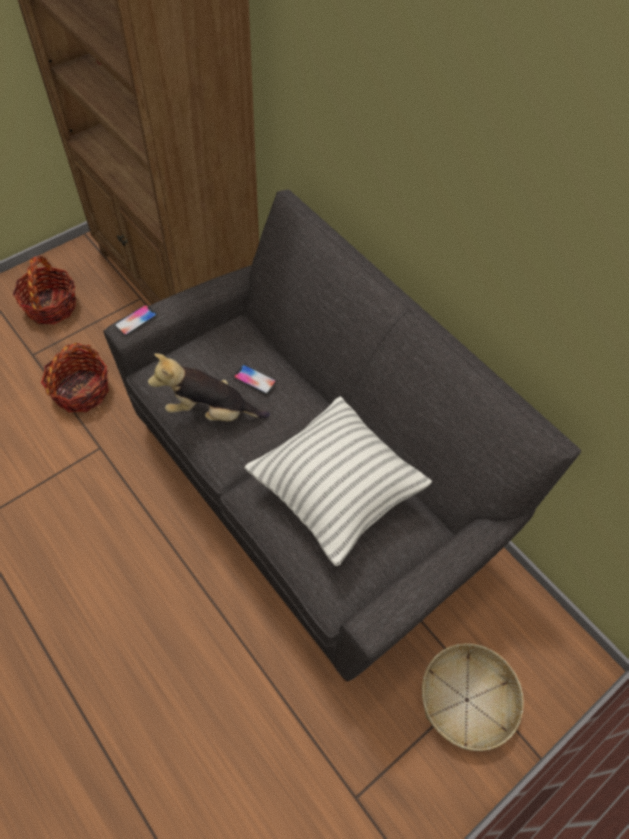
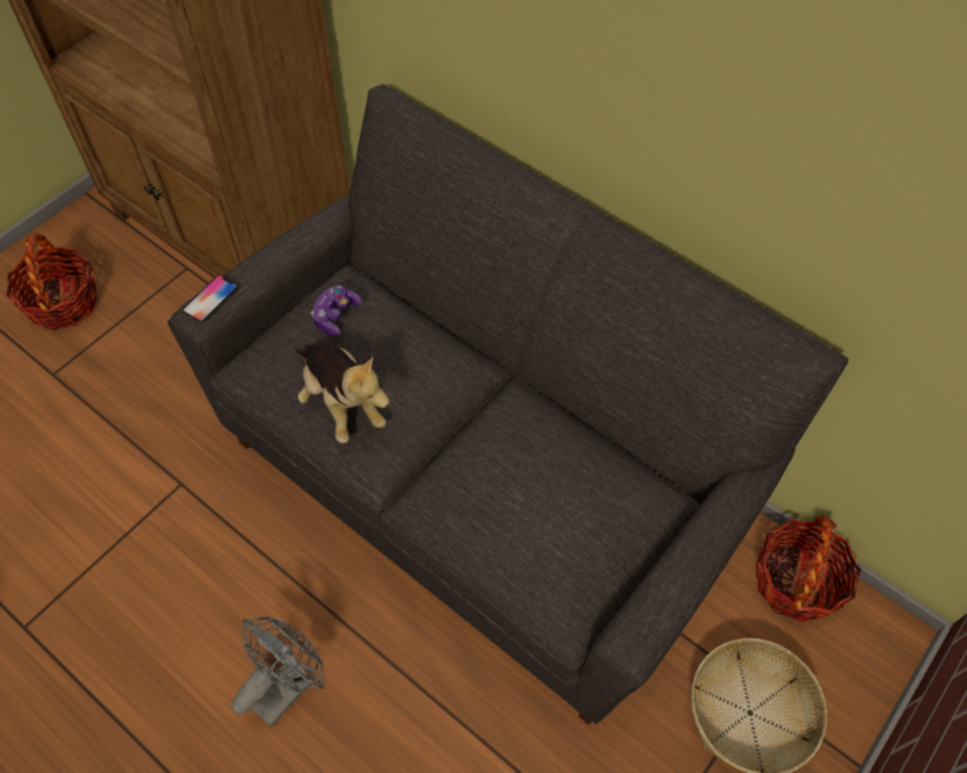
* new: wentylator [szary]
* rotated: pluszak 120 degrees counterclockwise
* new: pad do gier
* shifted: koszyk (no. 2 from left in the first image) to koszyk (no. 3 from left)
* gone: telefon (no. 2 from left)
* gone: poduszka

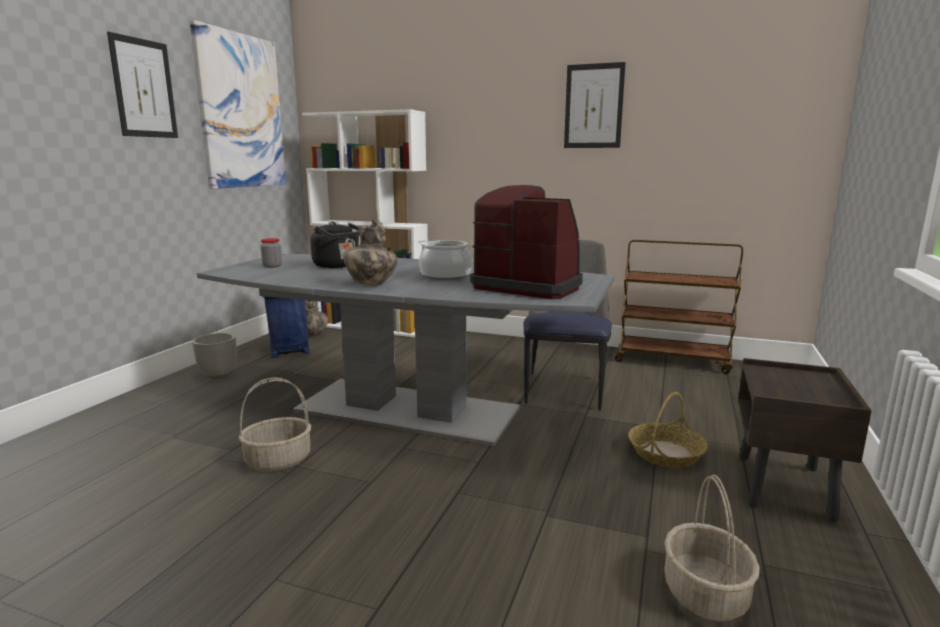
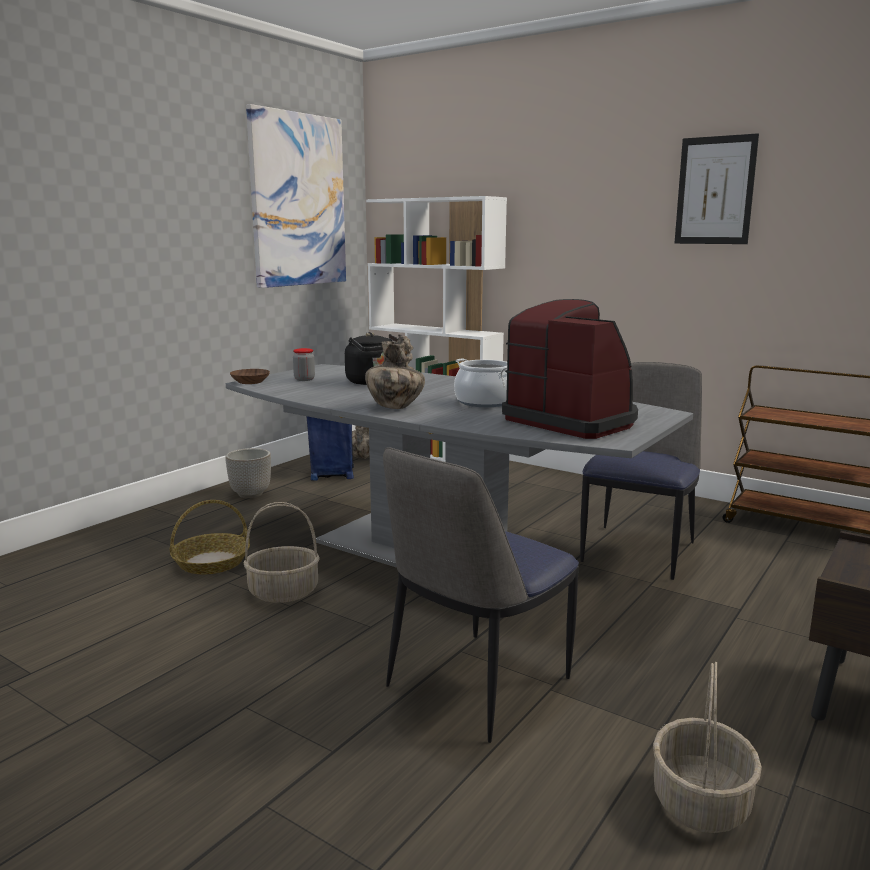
* shifted: koszyk (no. 2 from left in the first image) to koszyk (no. 1 from left)
* new: miska [brązowy]
* new: krzesło (no. 1 from left)
* gone: obraz (no. 1 from left)

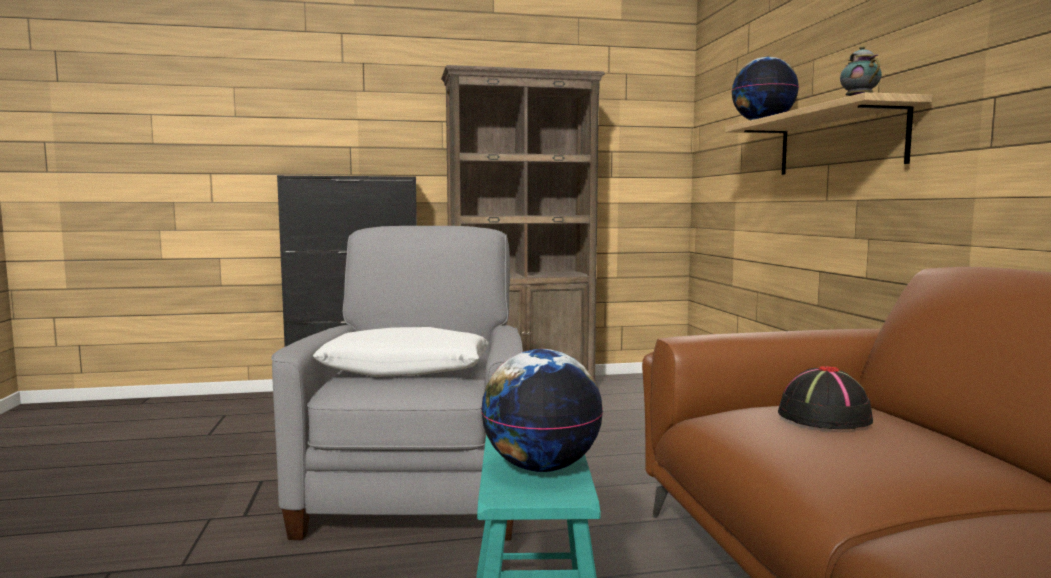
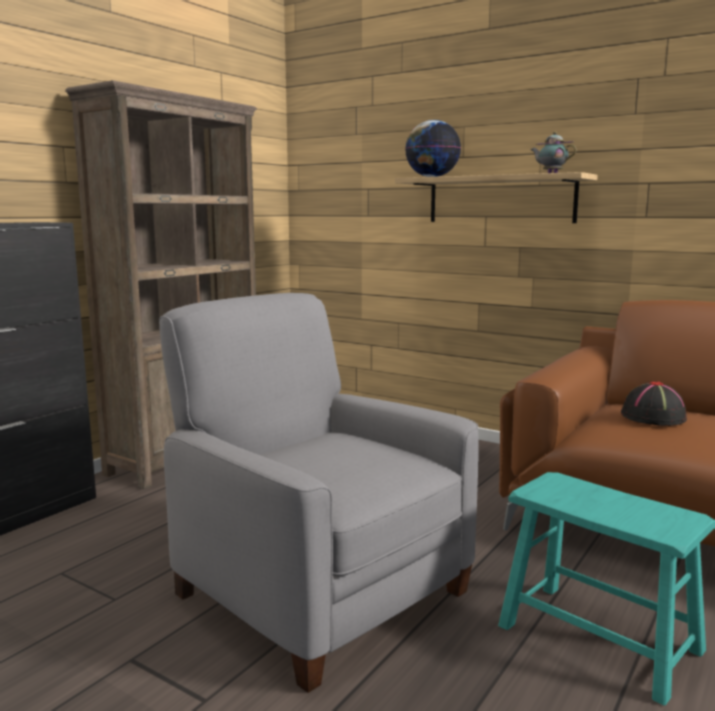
* gone: poduszka [biały]
* gone: globus (no. 1 from left)

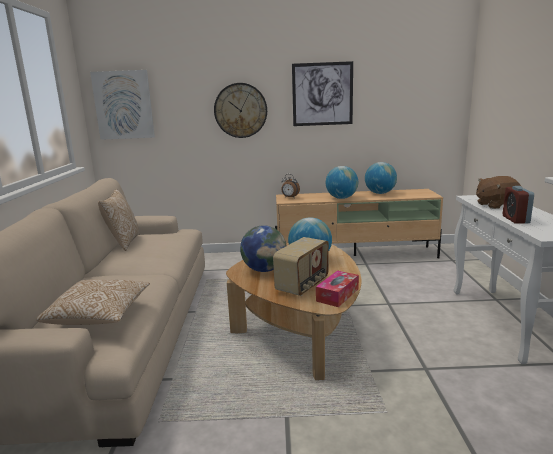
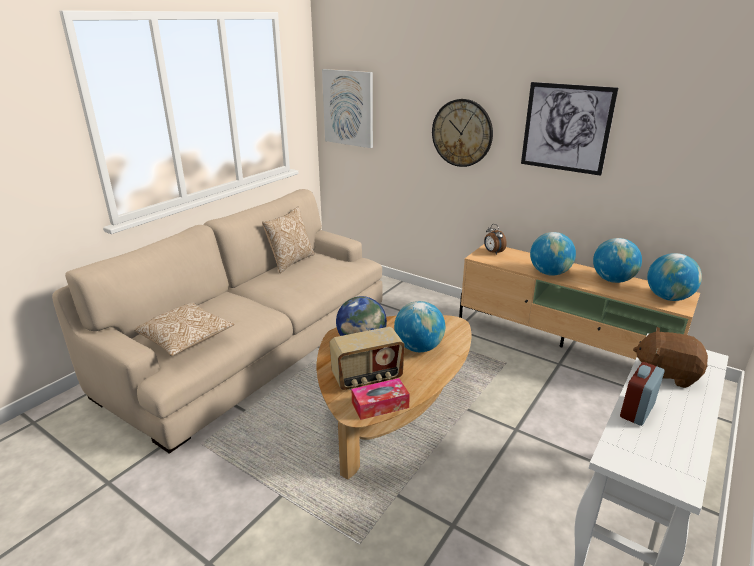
* new: globus (no. 5 from left)

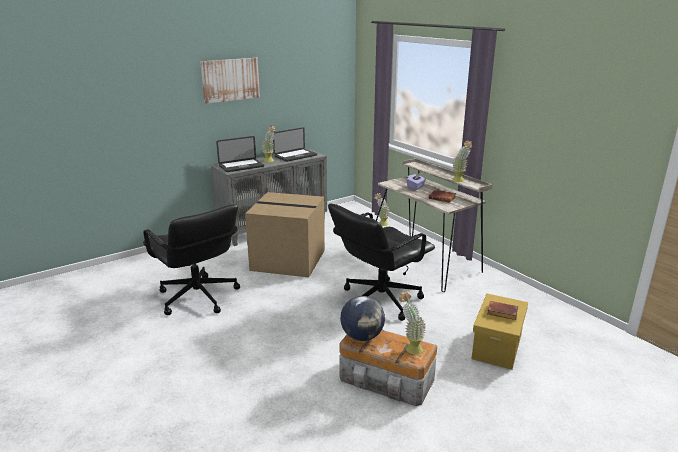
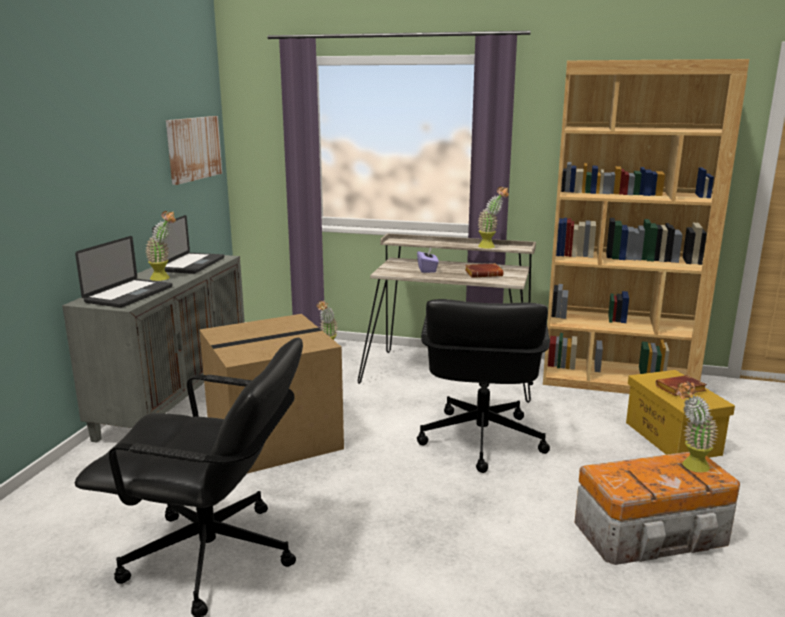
* shifted: obraz
* new: regał [brązowy]
* gone: globus

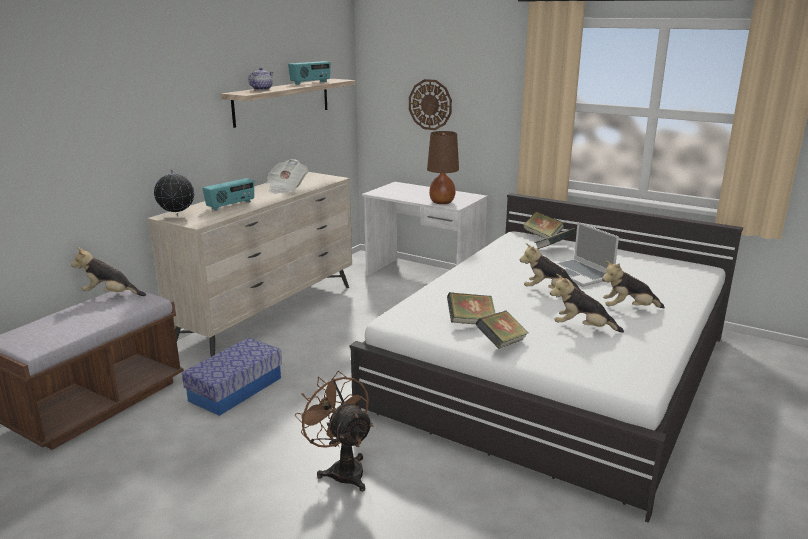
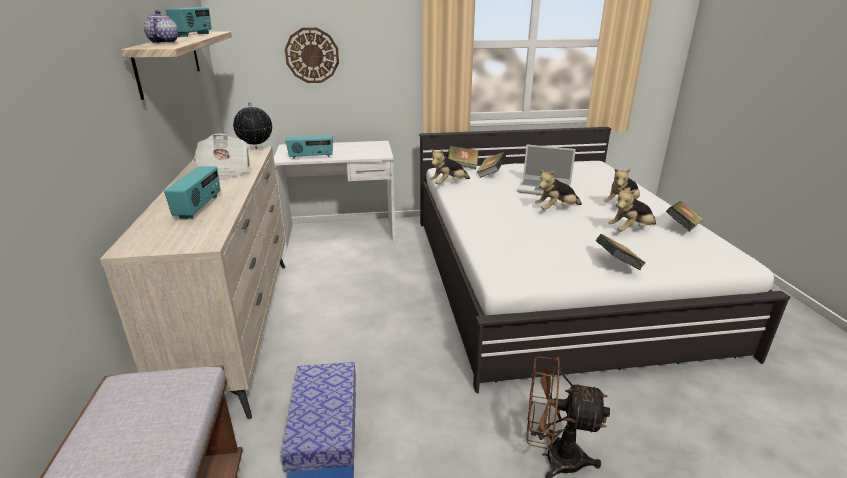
* shifted: globus
* new: radio (no. 3 from left)
* shifted: pluszak (no. 1 from left)
* shifted: książka (no. 1 from left in the first image) to książka (no. 4 from left)
* gone: lampa stołowa [brązowy]

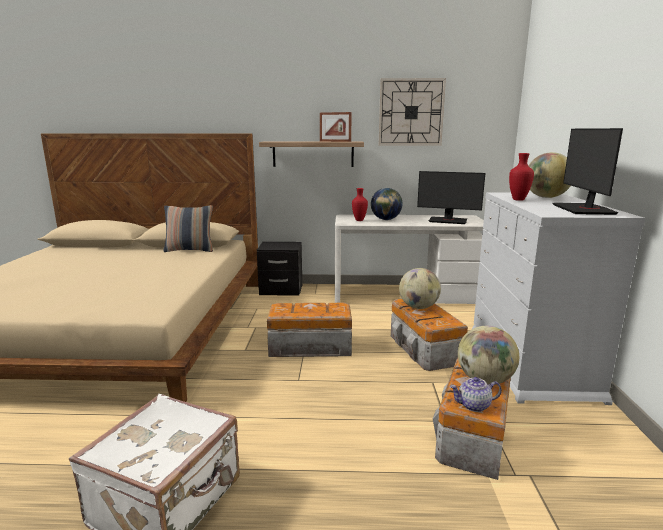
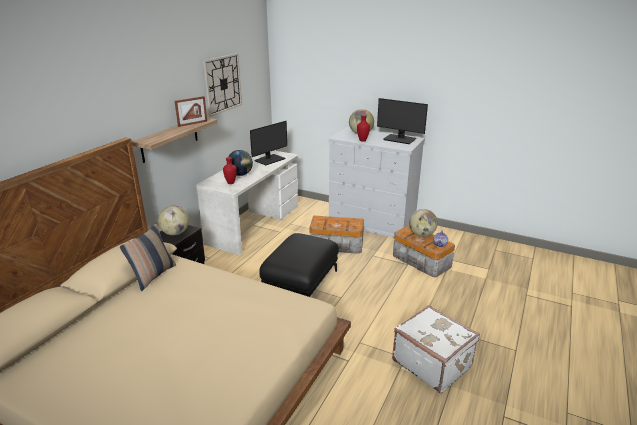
* shifted: globus (no. 2 from left in the first image) to globus (no. 1 from left)
* swapped: pojemnik do przechowywania (no. 1 from left) to pufa [czarny]

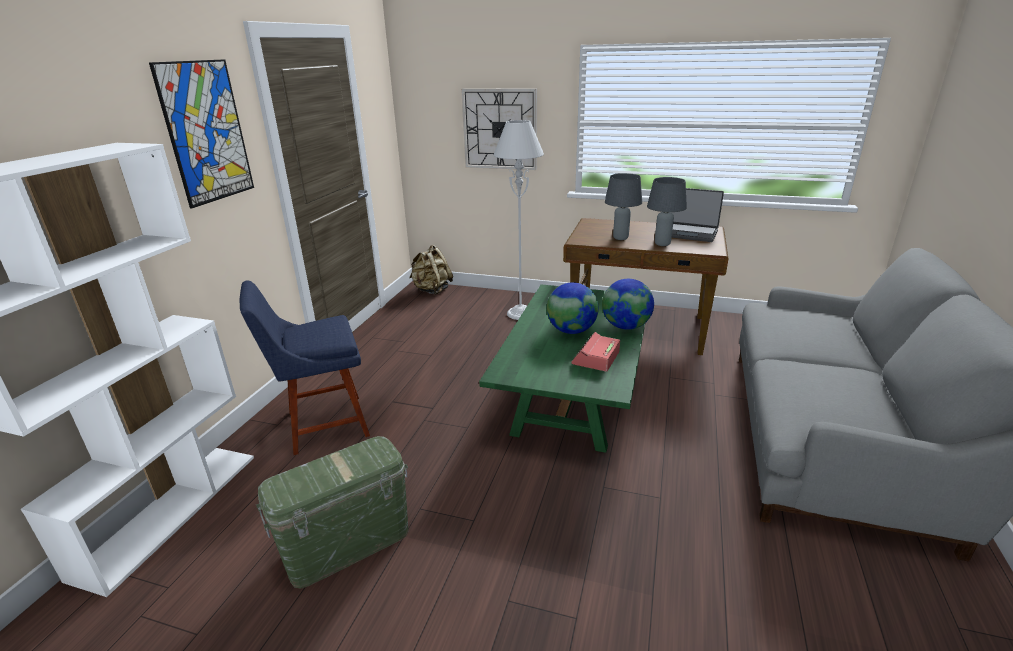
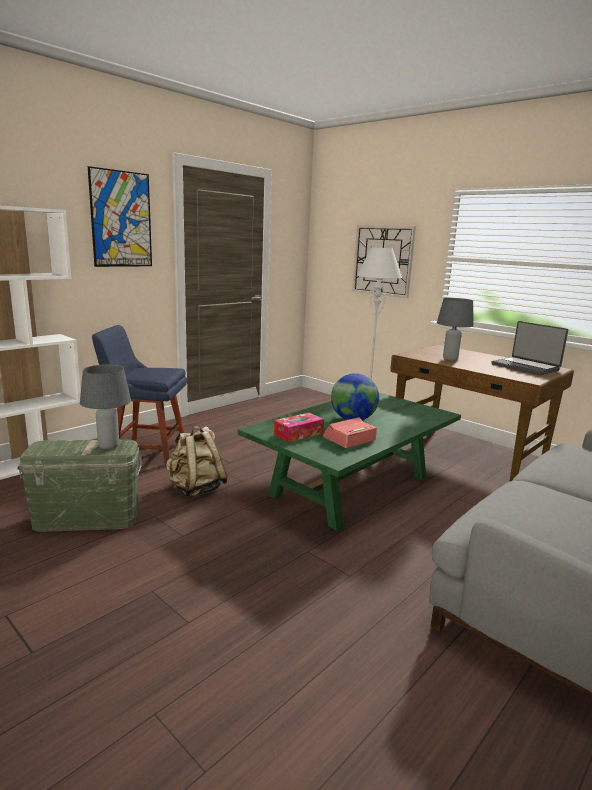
* shifted: lampa stołowa [szary] (no. 2 from left in the first image) to lampa stołowa [szary] (no. 1 from left)
* shifted: plecak [beżowy]
* new: pudełko chusteczek
* gone: globus (no. 2 from left)

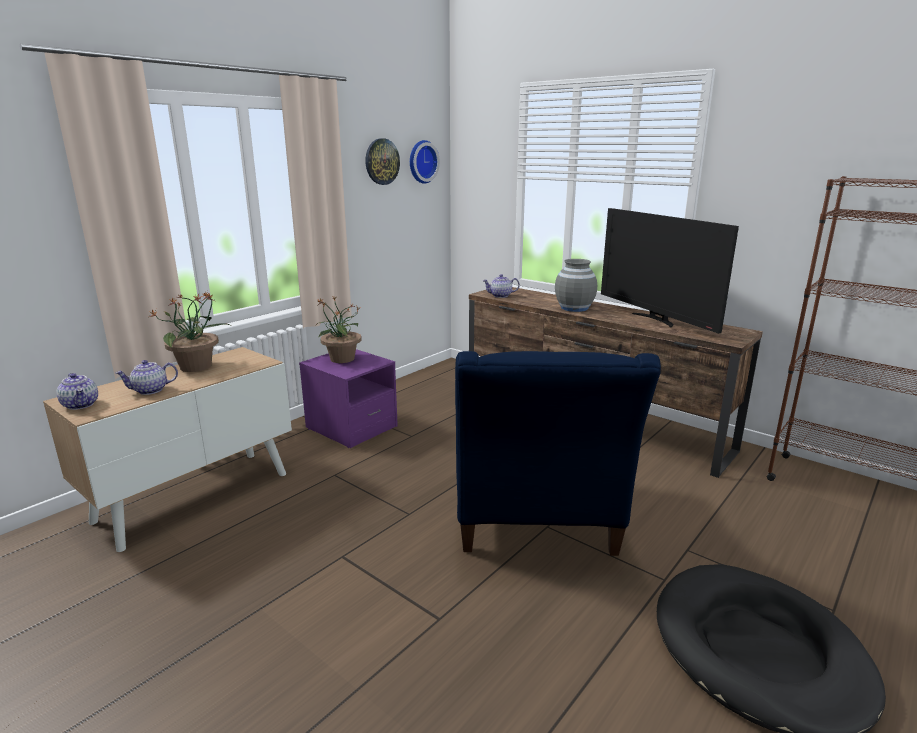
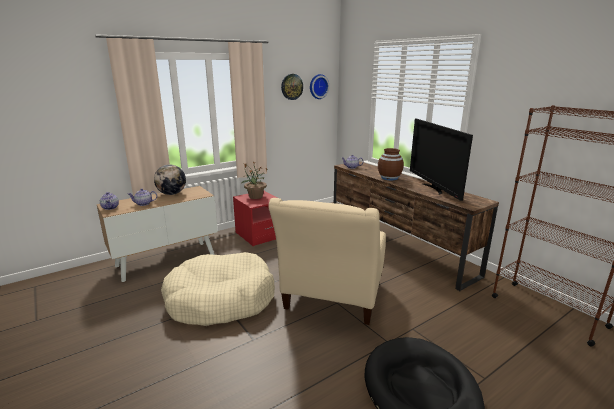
* swapped: roślina doniczkowa (no. 1 from left) to globus
* new: legowisko [beżowy]
* repainted: szafka nocna [fioletowy] to szafka nocna [czerwony]
* repainted: fotel [niebieski] to fotel [beżowy]
* repainted: wazon [szary] to wazon [brązowy]

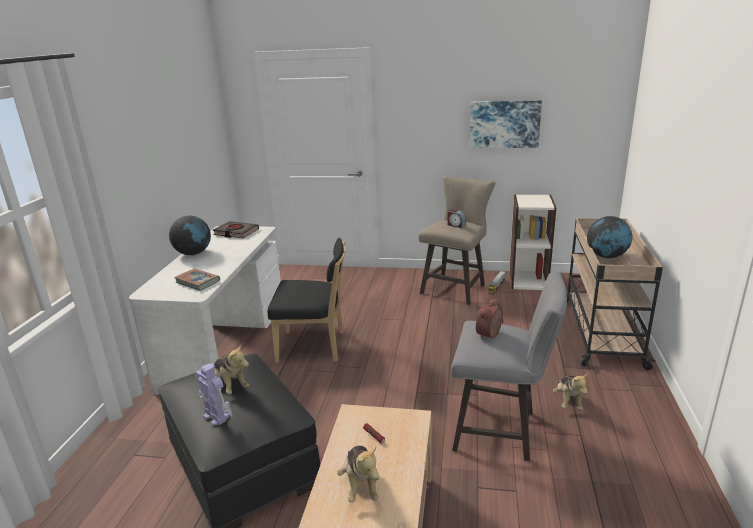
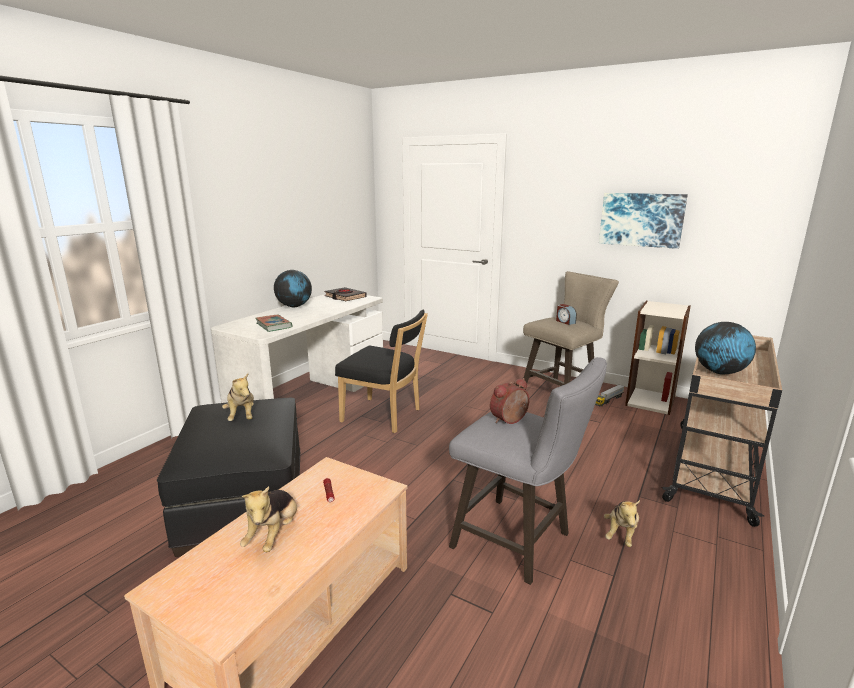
* gone: robot zabawkowy

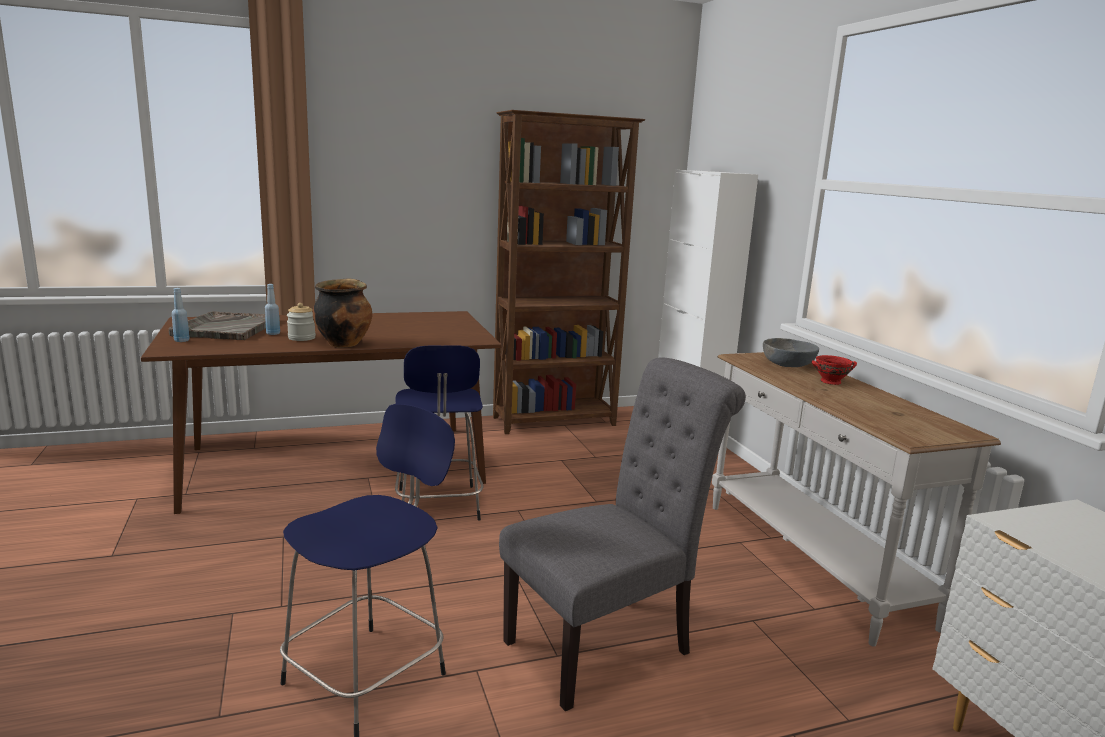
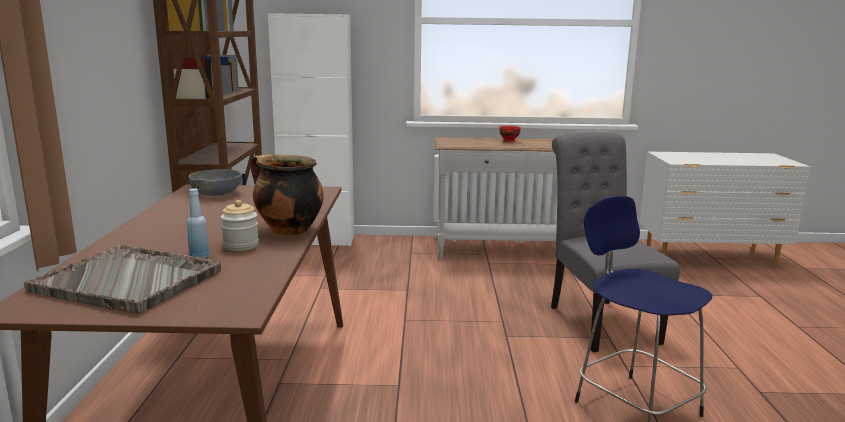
* shifted: miska [szary]
* gone: butelka [niebieski] (no. 1 from left)
* gone: stołek [niebieski] (no. 2 from left)

